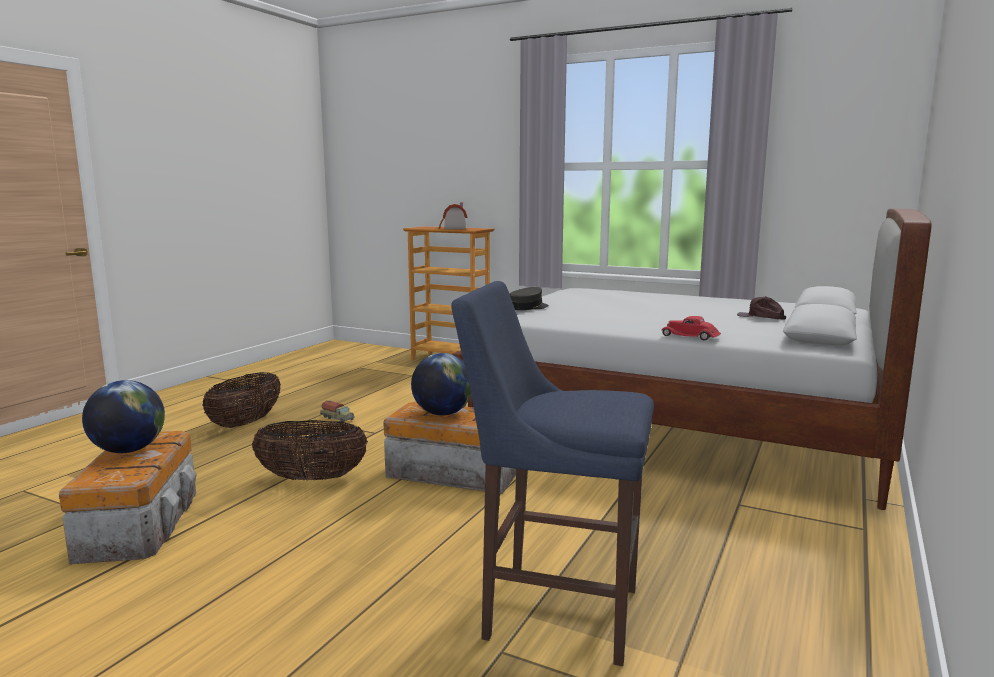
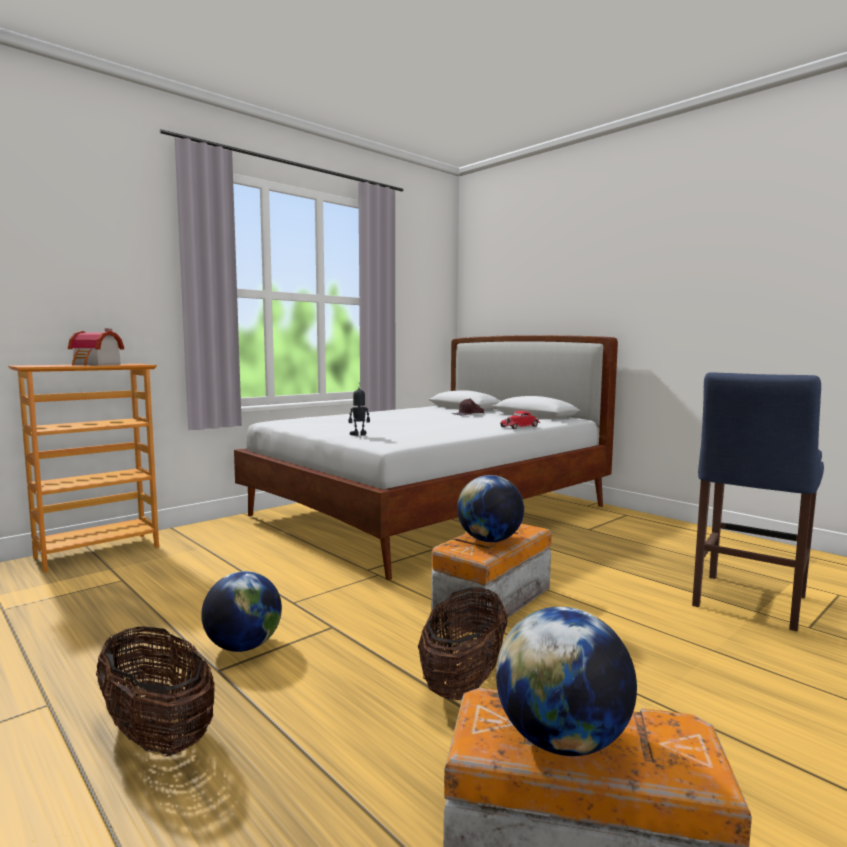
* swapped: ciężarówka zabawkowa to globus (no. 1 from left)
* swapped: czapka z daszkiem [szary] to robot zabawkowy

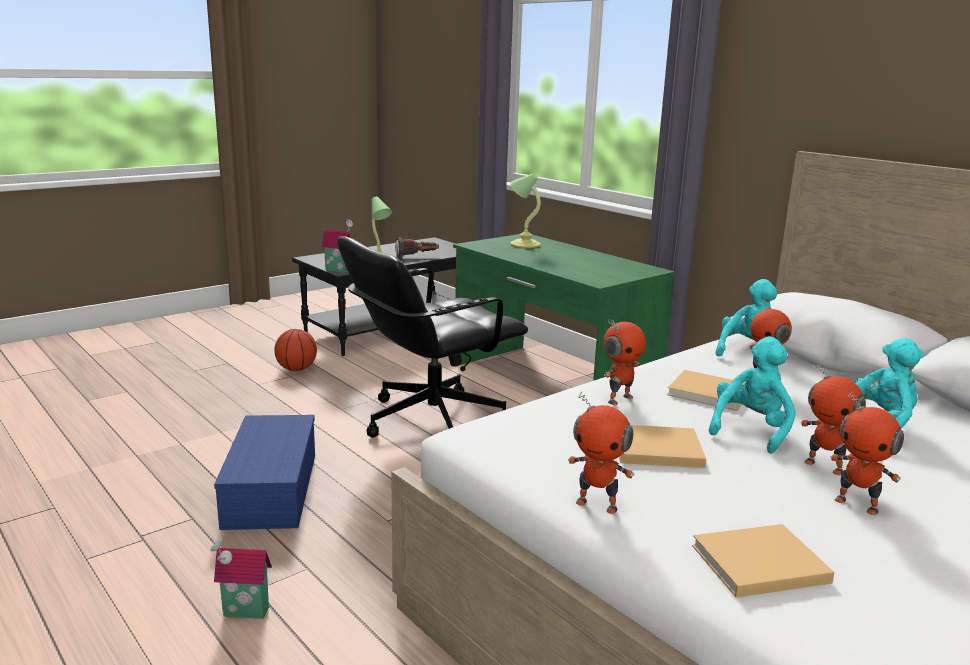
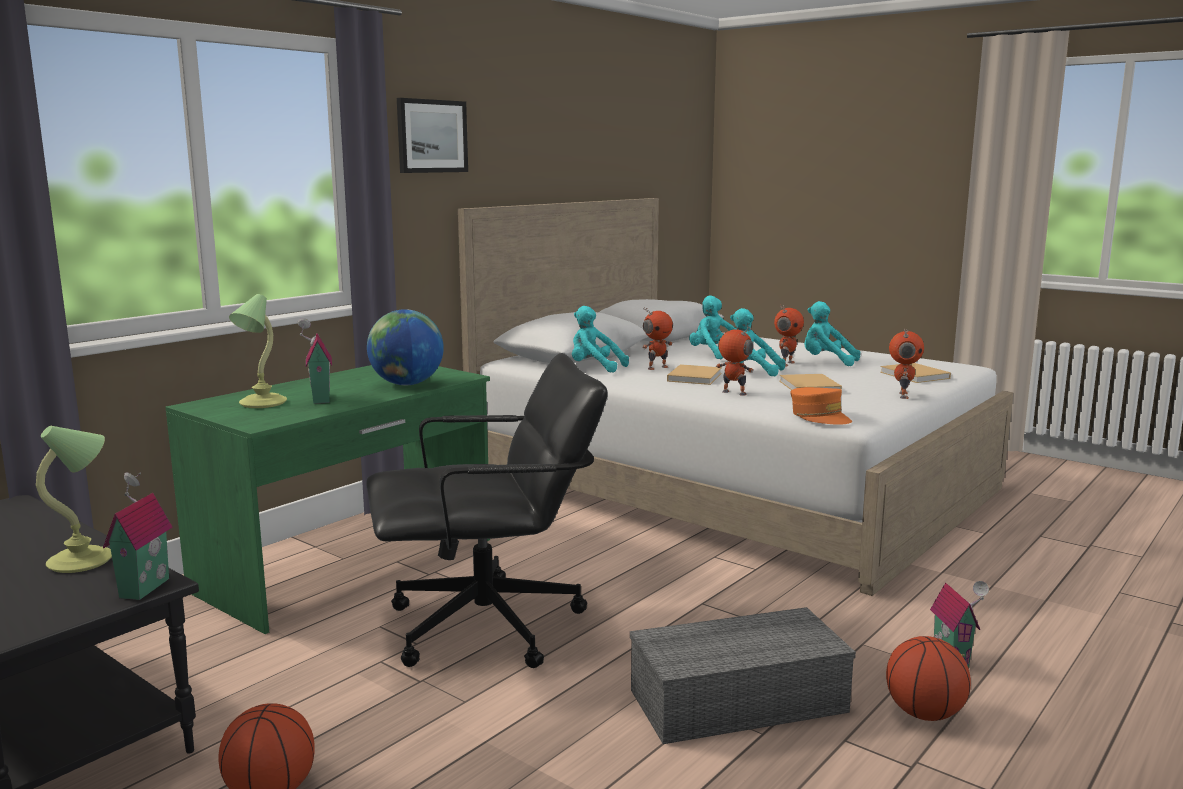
* new: domek (no. 2 from left)
* rotated: krzesło biurowe [czarny] 60 degrees counterclockwise
* new: globus
* new: obraz
* repainted: pojemnik do przechowywania [niebieski] to pojemnik do przechowywania [szary]
* new: czapka z daszkiem [pomarańczowy]
* swapped: robot zabawkowy (no. 5 from left) to pluszak [turkusowy] (no. 4 from left)
* new: piłka do koszykówki (no. 2 from left)
* gone: latarka

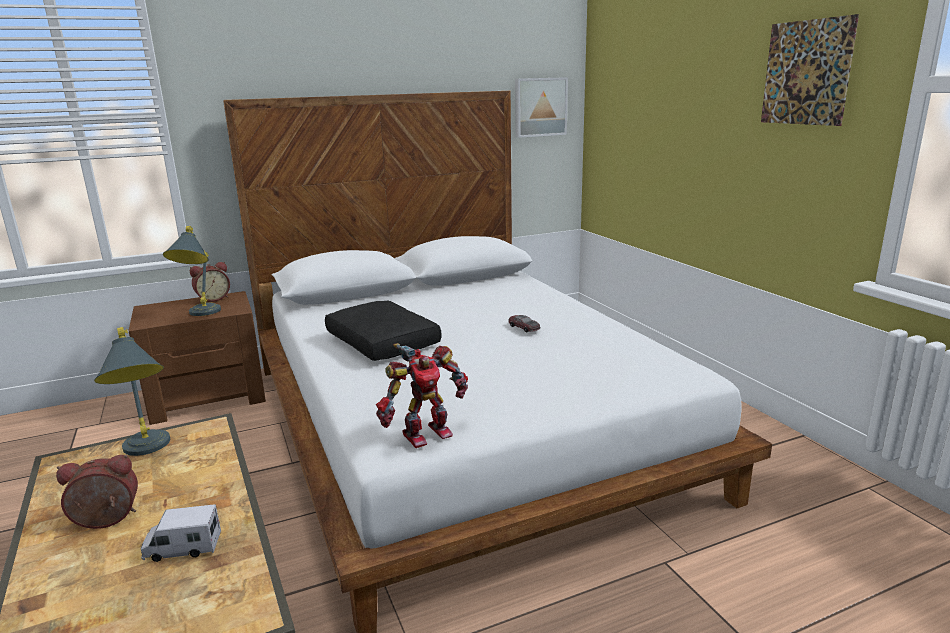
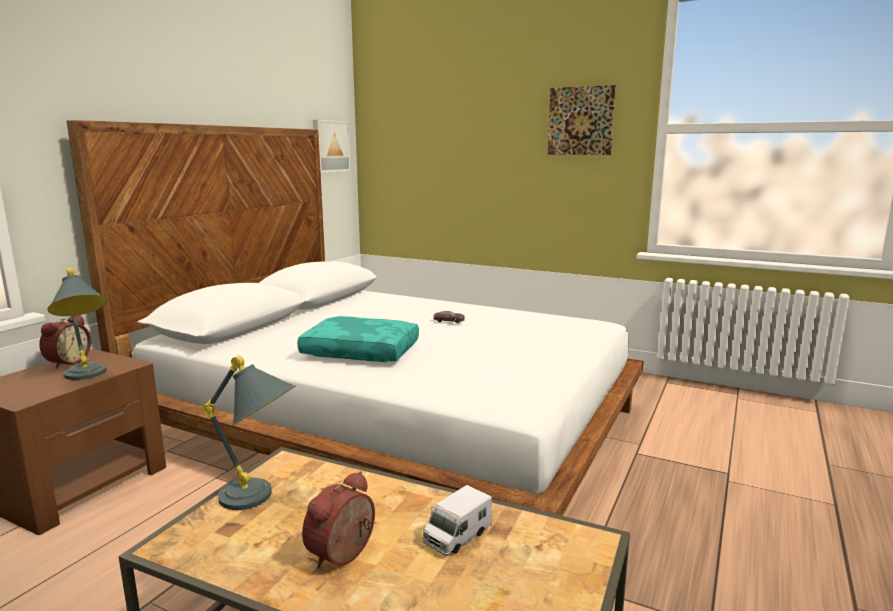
* repainted: poduszka [czarny] to poduszka [turkusowy]
* gone: robot zabawkowy

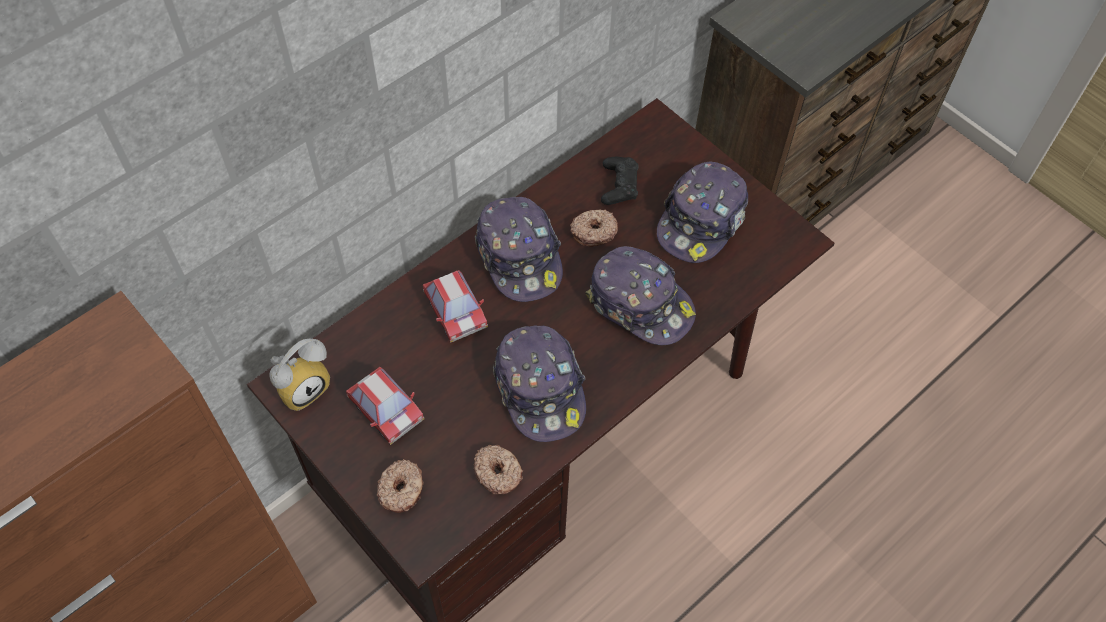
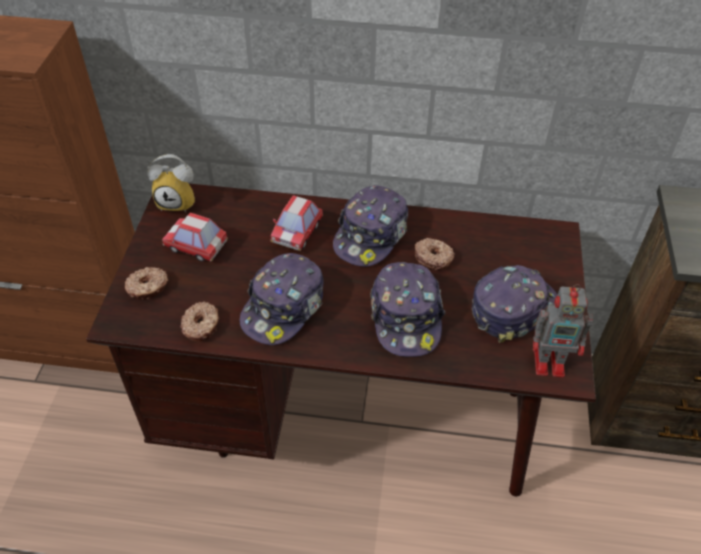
* rotated: samochodzik (no. 1 from left) 105 degrees clockwise
* rotated: czapka z daszkiem (no. 4 from left) 150 degrees clockwise
* new: robot zabawkowy
* gone: pad do gier [czarny]

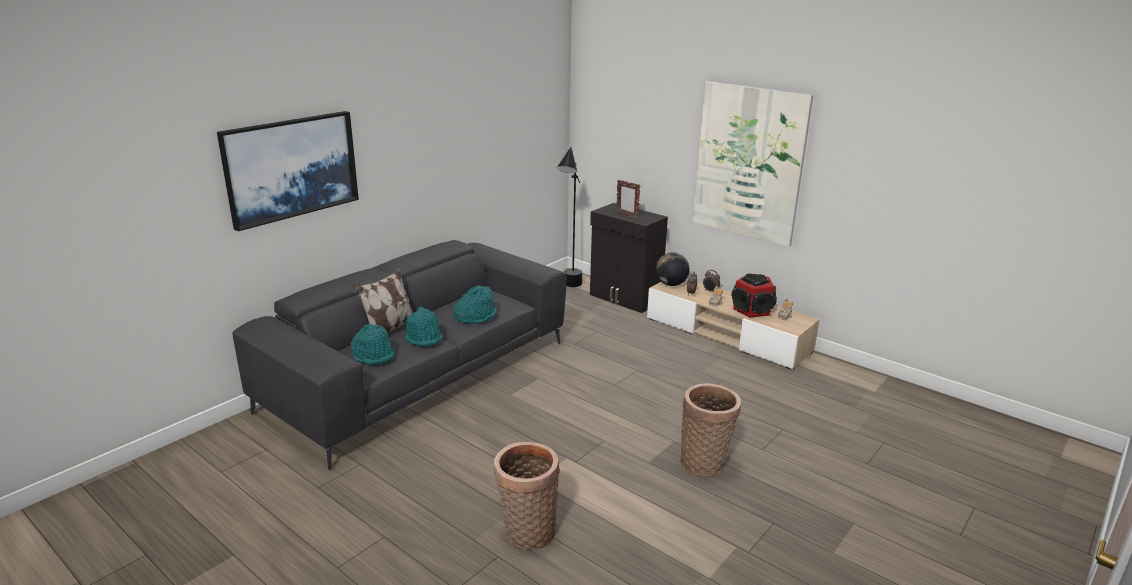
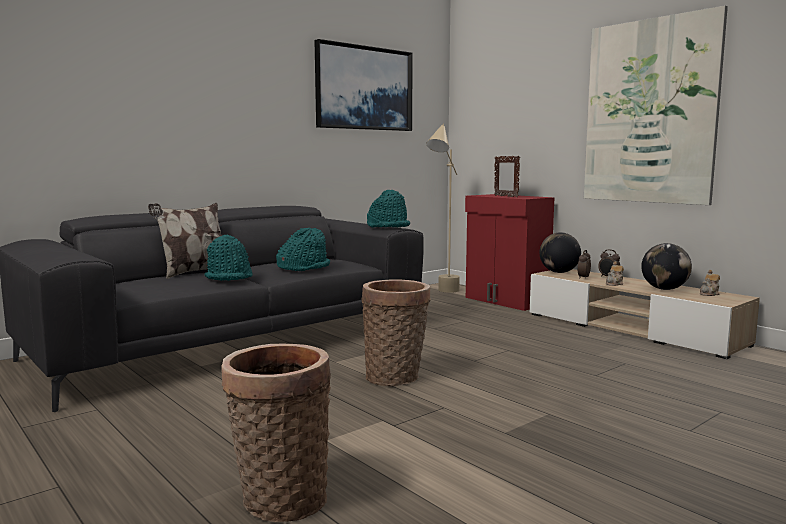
* shifted: obraz (no. 1 from left)
* shifted: koszyk (no. 2 from left)
* shifted: kapelusz [turkusowy] (no. 1 from left in the first image) to kapelusz [turkusowy] (no. 3 from left)
* repainted: lampa stojąca [czarny] to lampa stojąca [beżowy]
* repainted: szafka [czarny] to szafka [czerwony]
* swapped: głośnik to globus (no. 2 from left)

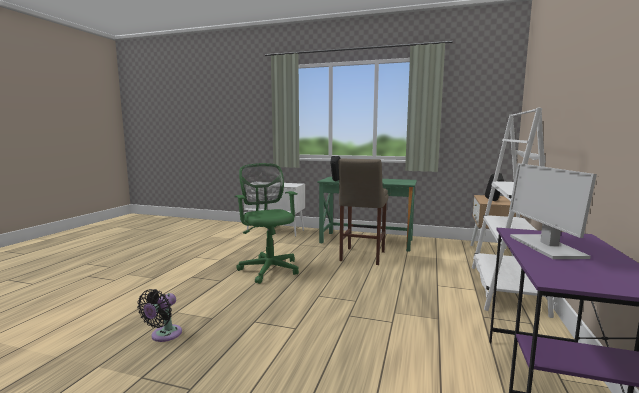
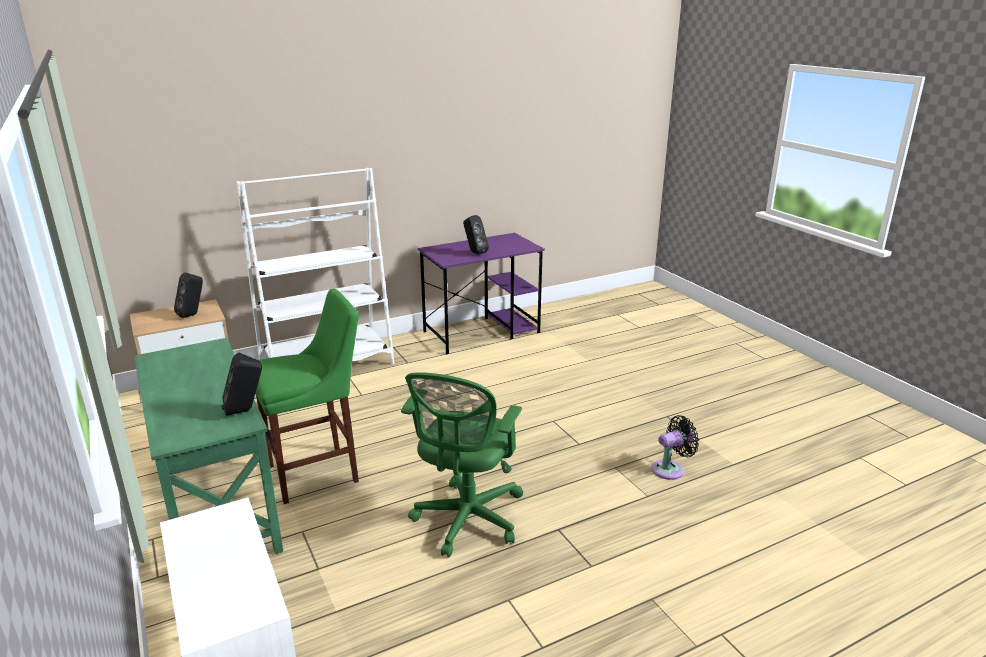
* repainted: stołek [beżowy] to stołek [zielony]
* swapped: monitor to głośnik [czarny] (no. 3 from left)

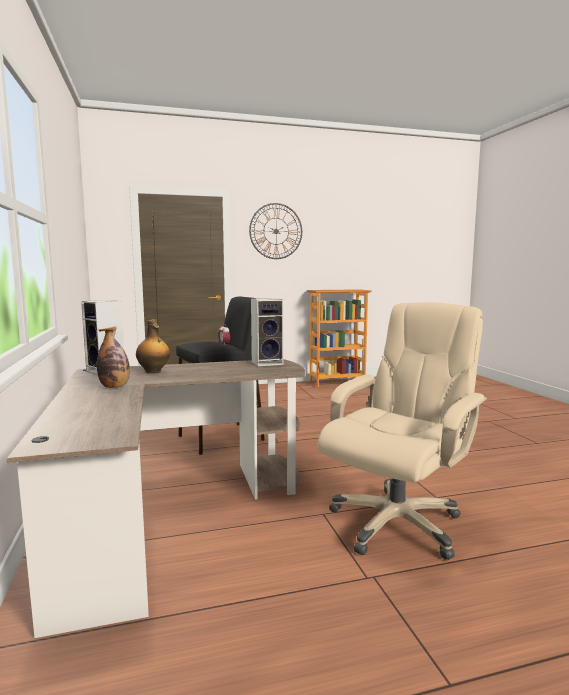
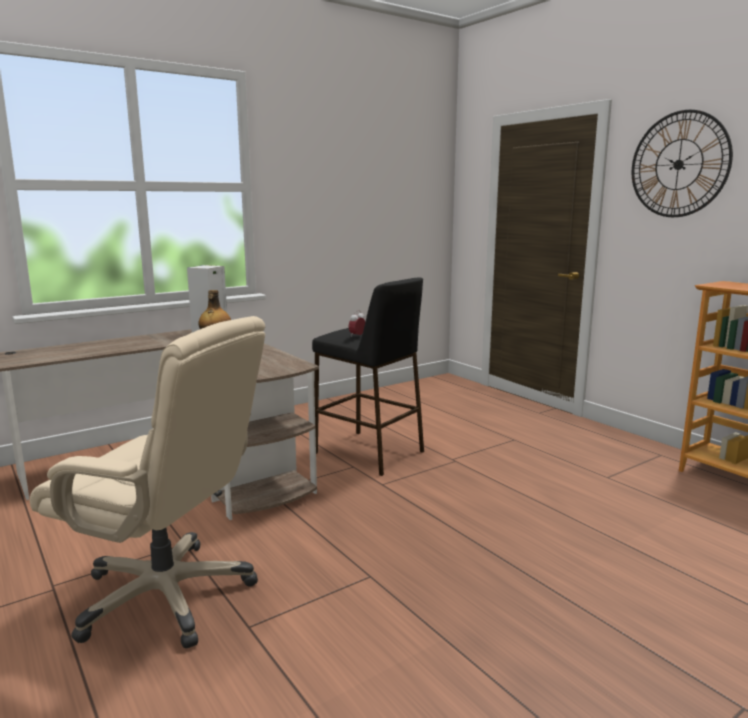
* gone: butelka (no. 1 from left)
* gone: głośnik (no. 2 from left)

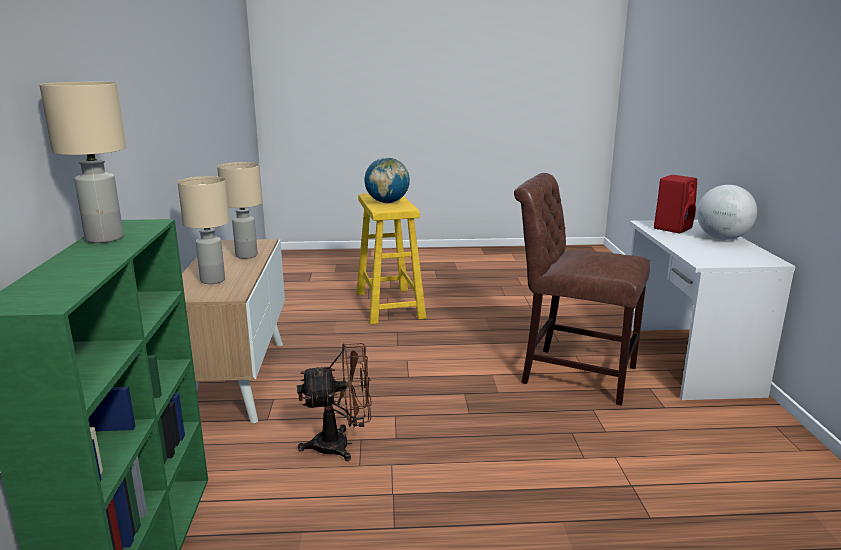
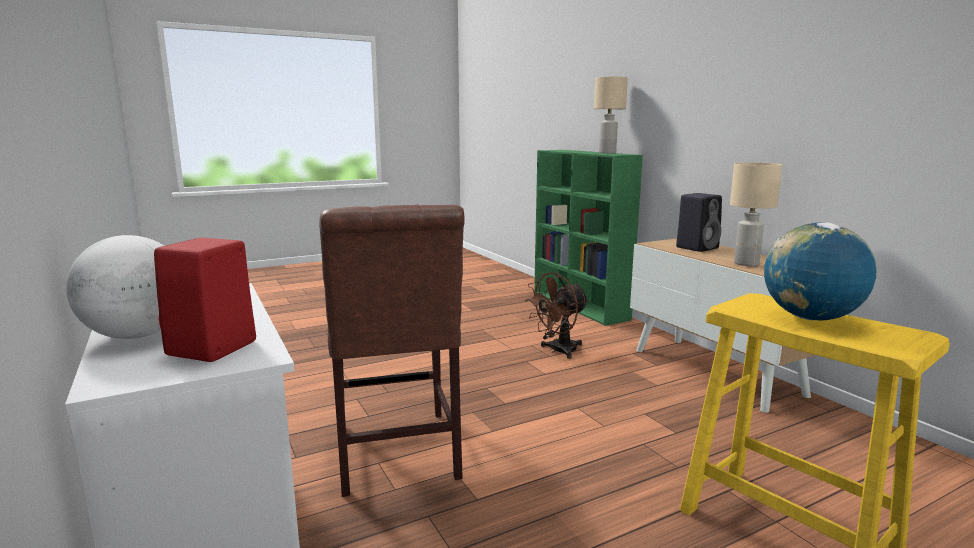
* rotated: krzesło [brązowy] 75 degrees clockwise
* swapped: lampa stołowa [beżowy] (no. 2 from left) to głośnik [czarny]

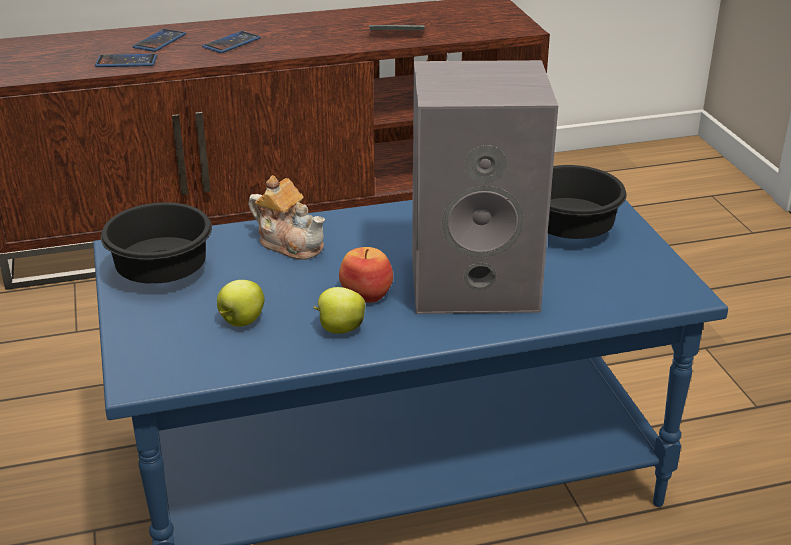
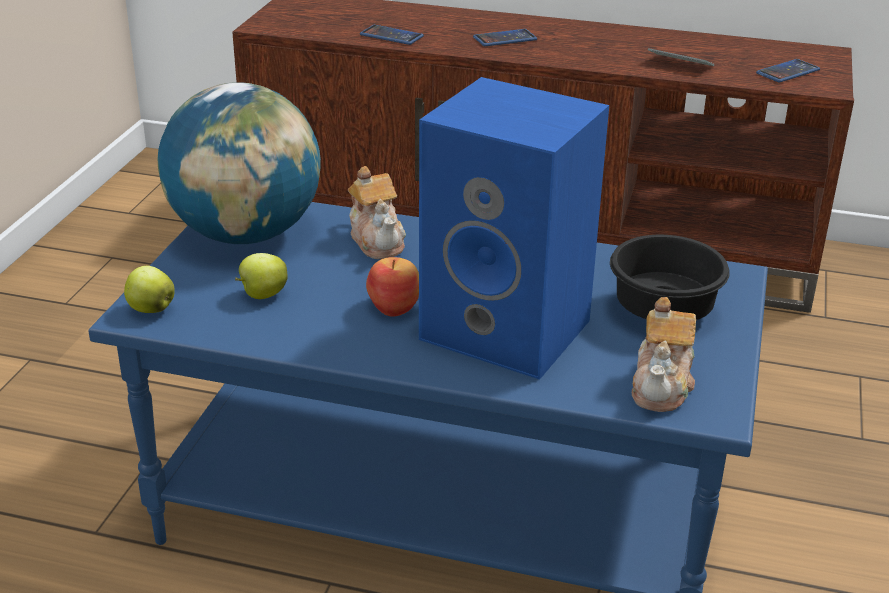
* shifted: jabłko (no. 2 from left in the first image) to jabłko (no. 1 from left)
* swapped: miska [czarny] (no. 1 from left) to globus
* repainted: głośnik [szary] to głośnik [niebieski]
* new: imbryk (no. 2 from left)
* shifted: telefon (no. 2 from left in the first image) to telefon (no. 4 from left)

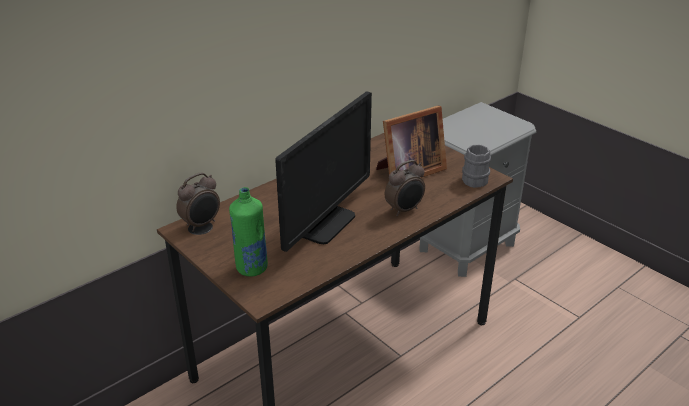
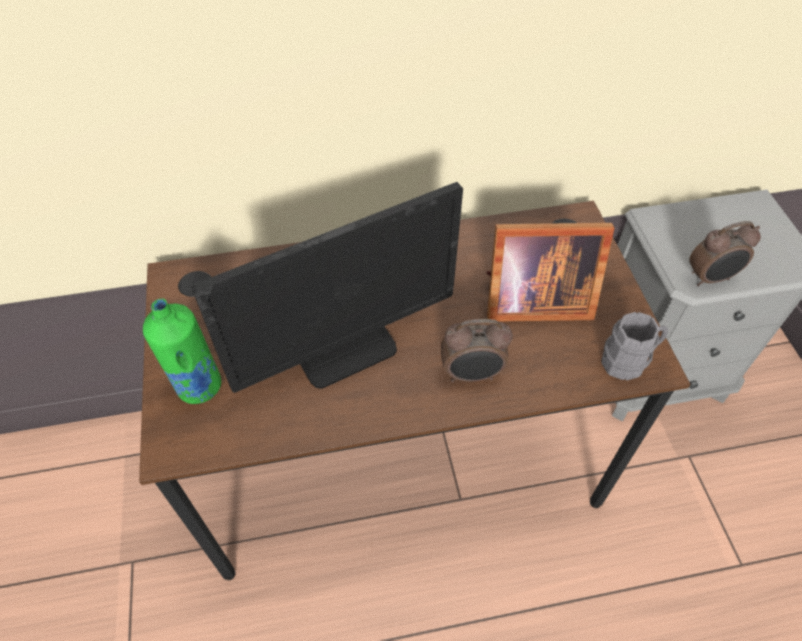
* shifted: budzik (no. 1 from left in the first image) to budzik (no. 2 from left)

